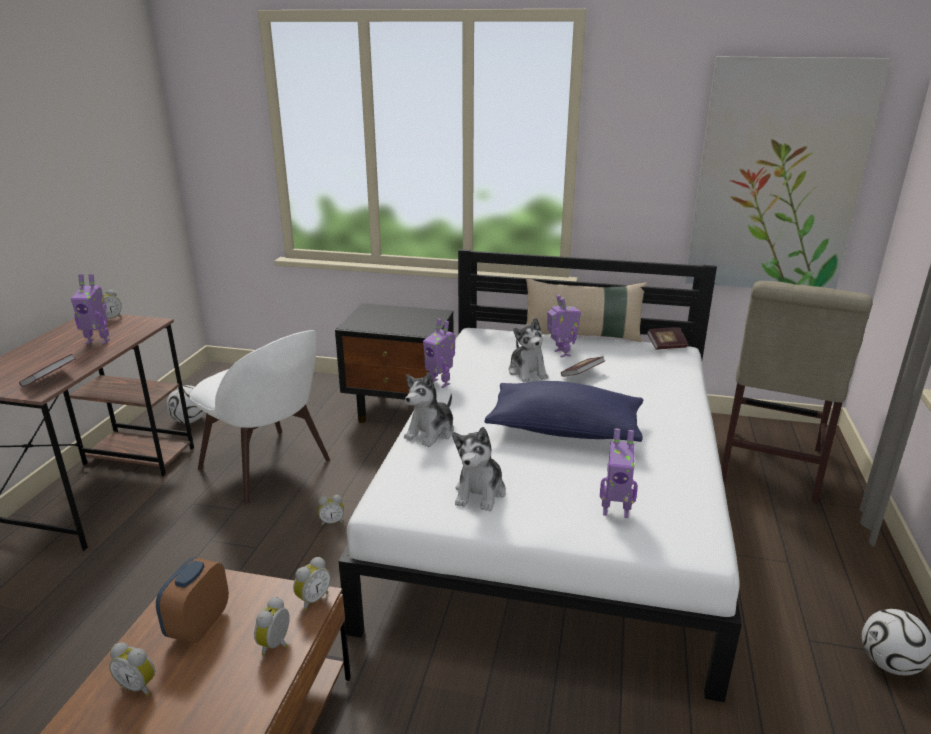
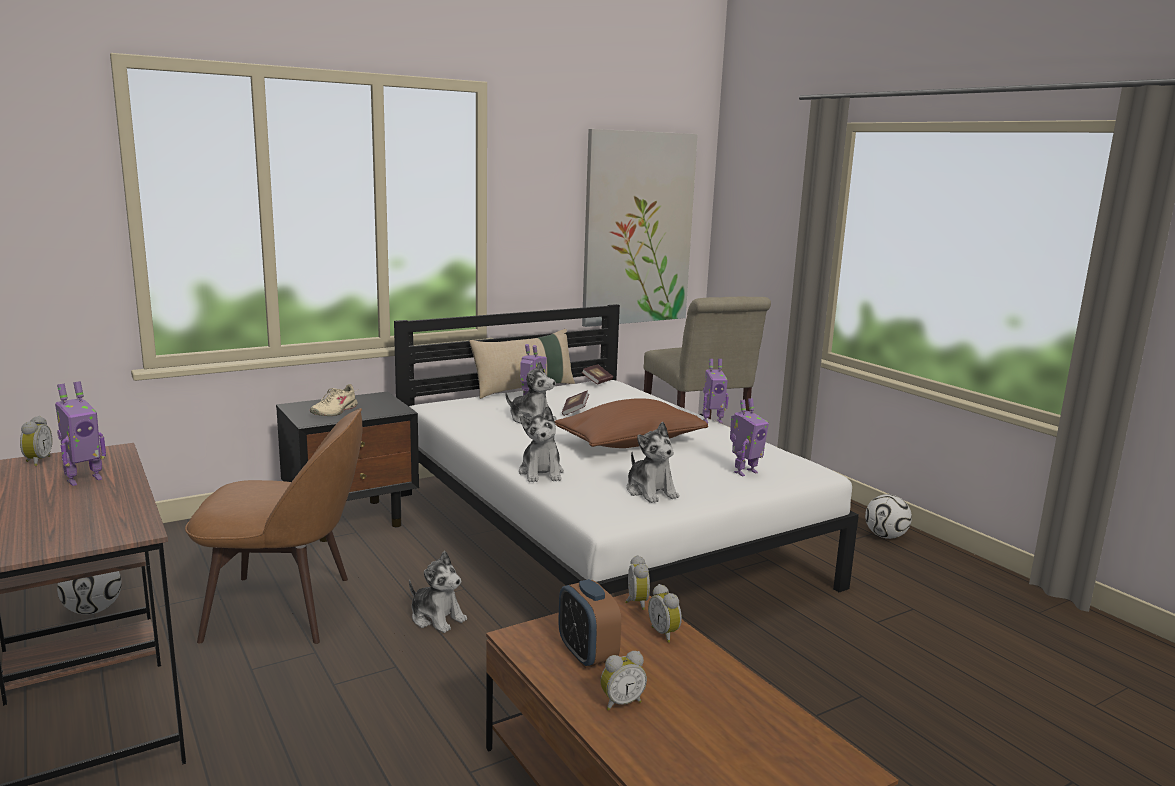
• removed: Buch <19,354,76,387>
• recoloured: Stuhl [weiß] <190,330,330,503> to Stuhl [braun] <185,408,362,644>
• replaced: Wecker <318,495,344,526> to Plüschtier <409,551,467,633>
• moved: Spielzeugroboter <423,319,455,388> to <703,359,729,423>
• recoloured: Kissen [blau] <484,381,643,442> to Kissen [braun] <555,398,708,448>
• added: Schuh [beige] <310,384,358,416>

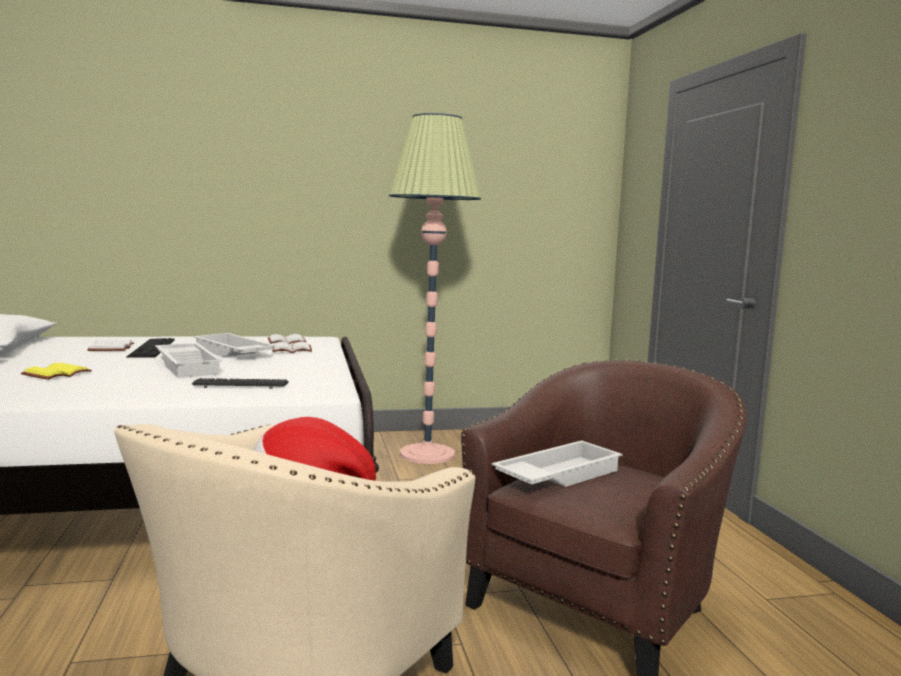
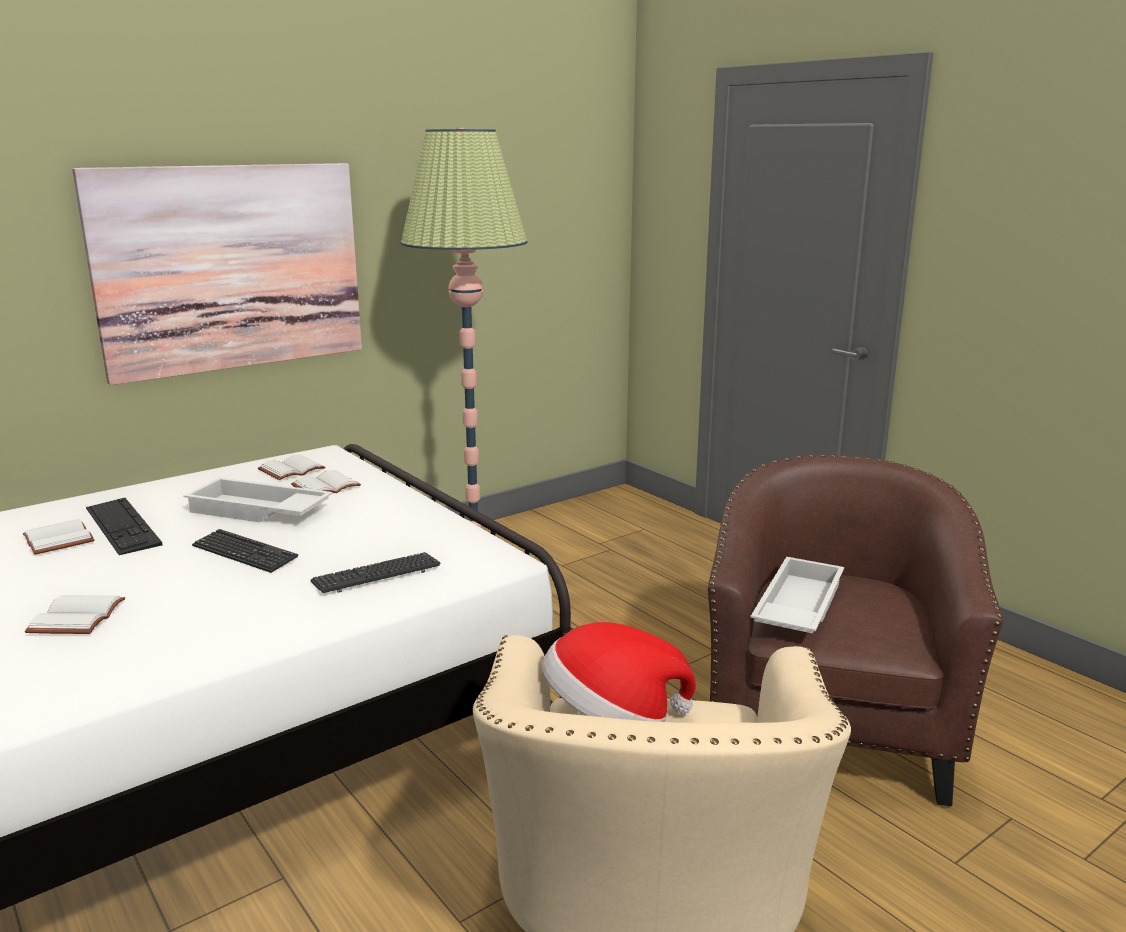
• recoloured: Buch [gelb] <21,363,92,380> to Buch [weiß] <25,595,125,634>
• replaced: Tablett [weiß] <155,343,222,378> to Tastatur <192,529,298,573>
• added: Bild <72,163,362,385>

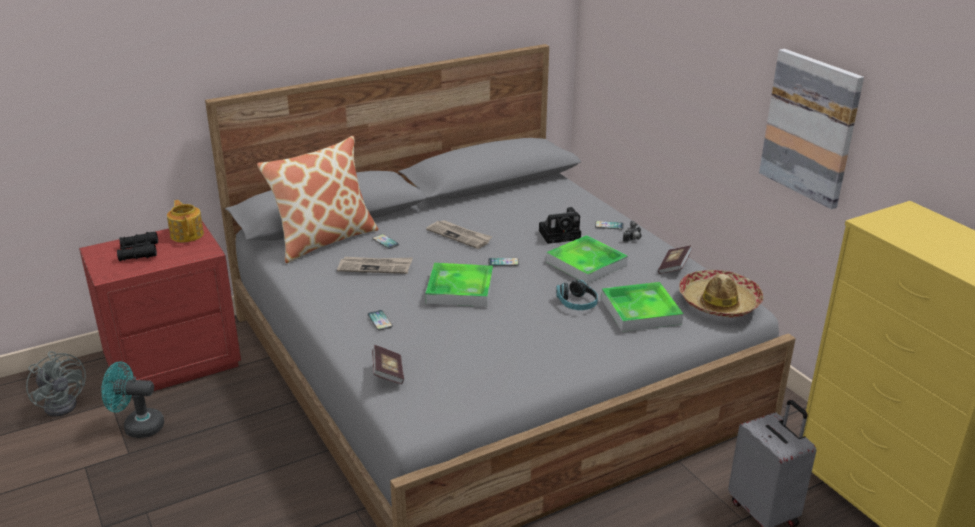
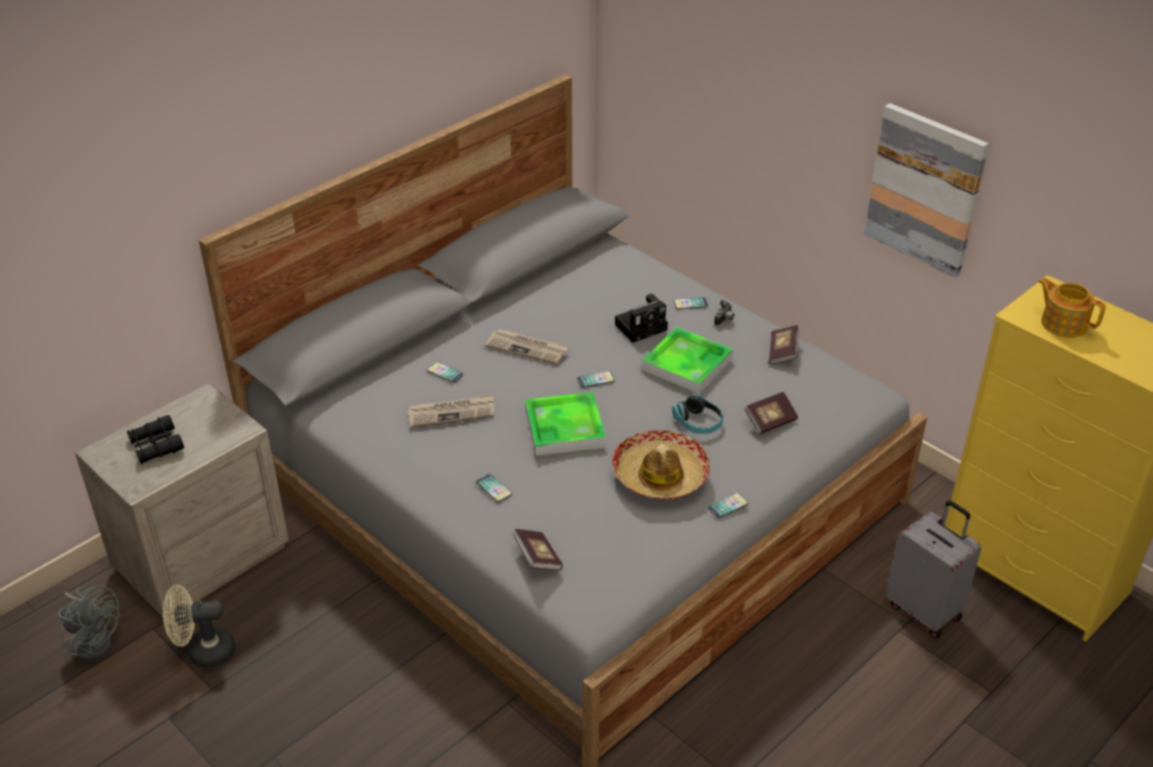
• recoloured: Nachttisch [rot] <79,221,241,400> to Nachttisch [beige] <75,383,289,618>
• recoloured: Ventilator [türkis] <101,361,164,438> to Ventilator [beige] <163,585,235,668>
• moved: Teekanne <167,200,204,242> to <1038,278,1105,338>
• removed: Kissen <257,136,378,263>
• replaced: Tablett <601,282,683,332> to Buch <745,392,798,434>
• moved: Hut <679,270,763,317> to <611,430,711,500>
• added: Handy <708,493,749,518>

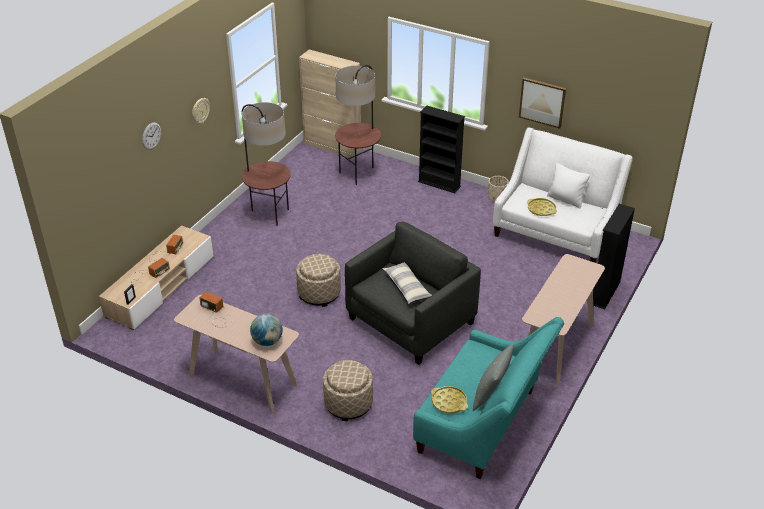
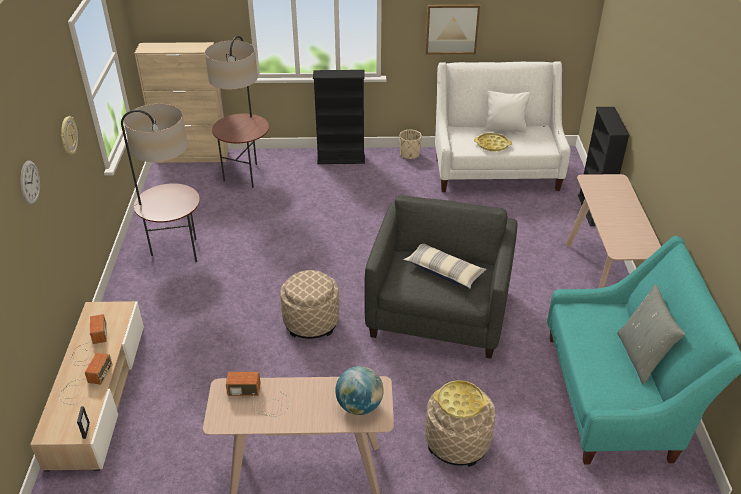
• moved: Tablett [gelb] <431,386,468,414> to <433,380,489,419>

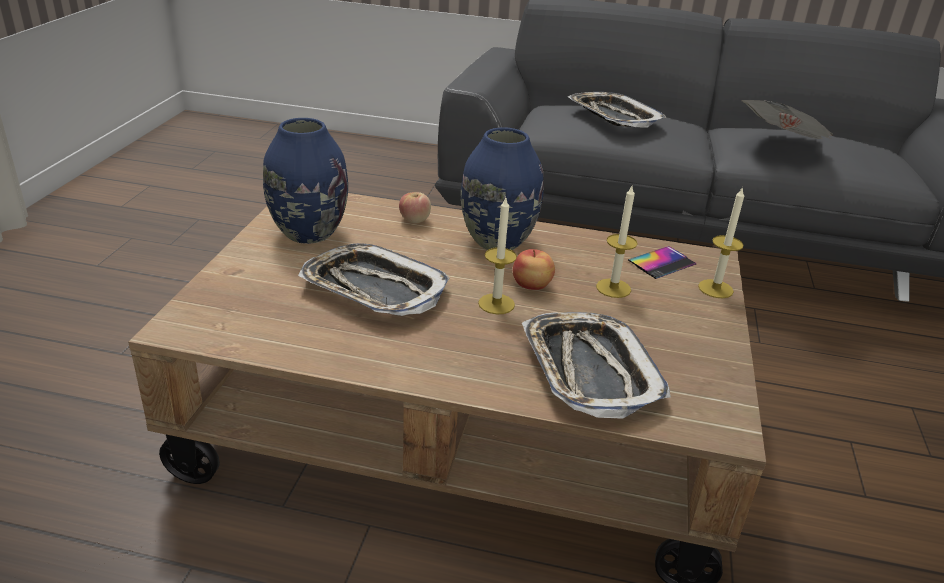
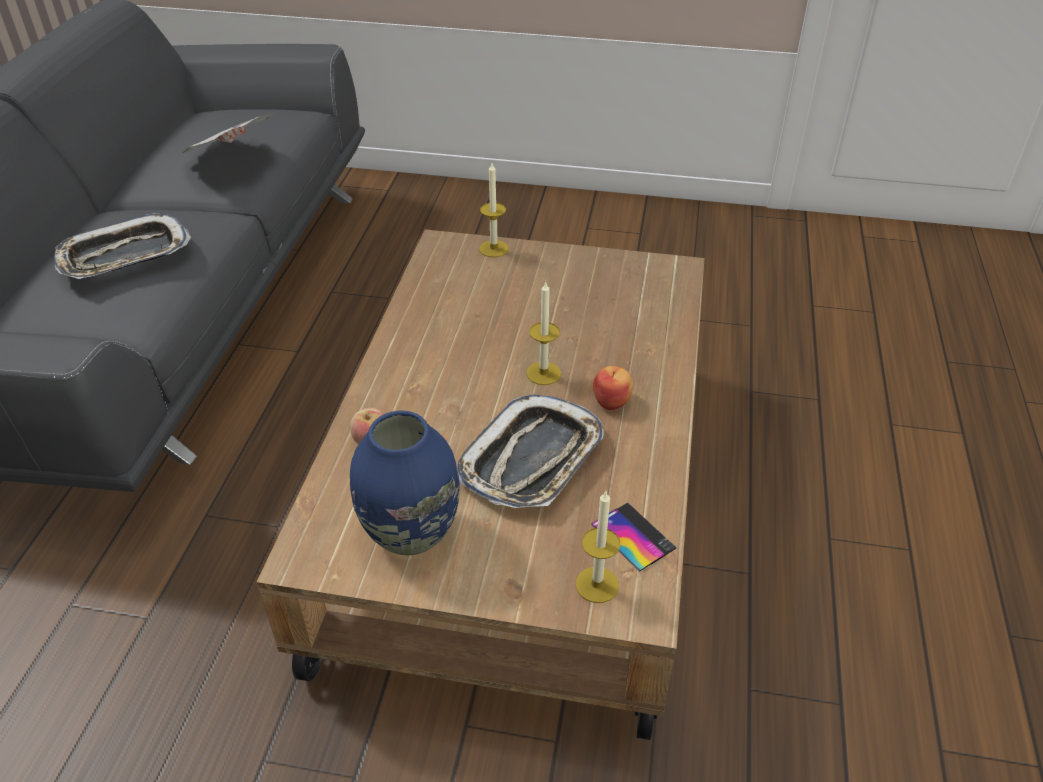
• removed: Vase [blau] <461,127,544,250>
• moved: Apfel <513,249,555,290> to <593,366,633,410>
• removed: Tablett <522,312,671,419>
• moved: Kerze <596,184,637,298> to <576,491,620,603>
• moved: Handy <628,246,696,279> to <591,503,676,572>

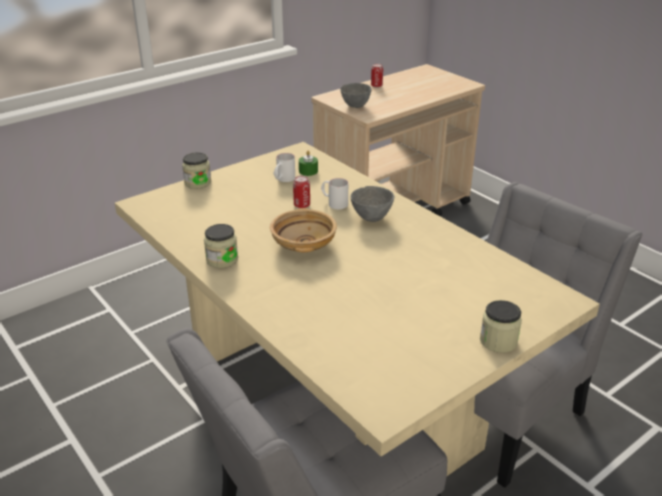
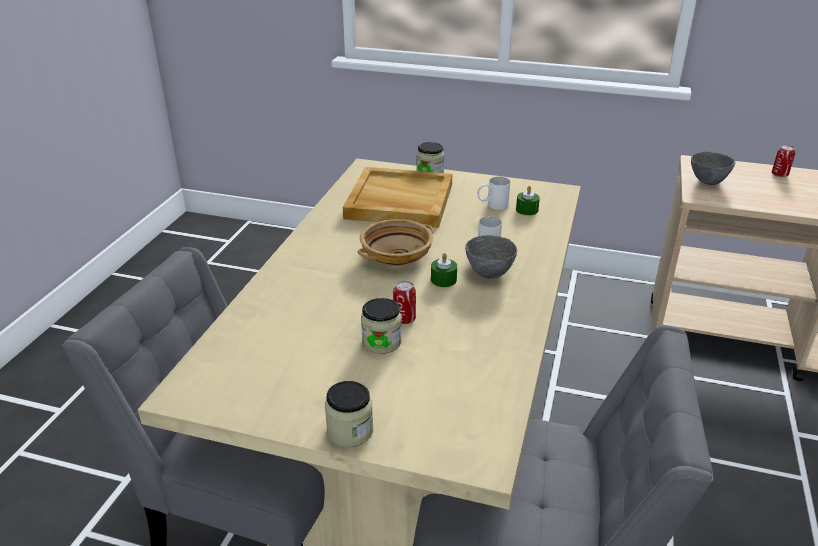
• moved: Vorratsglas <204,224,238,268> to <361,298,402,354>
• moved: Dose <293,176,310,208> to <393,280,416,324>
• added: Tablett [beige] <343,167,452,228>
• added: Kerze [grün] <431,253,457,287>

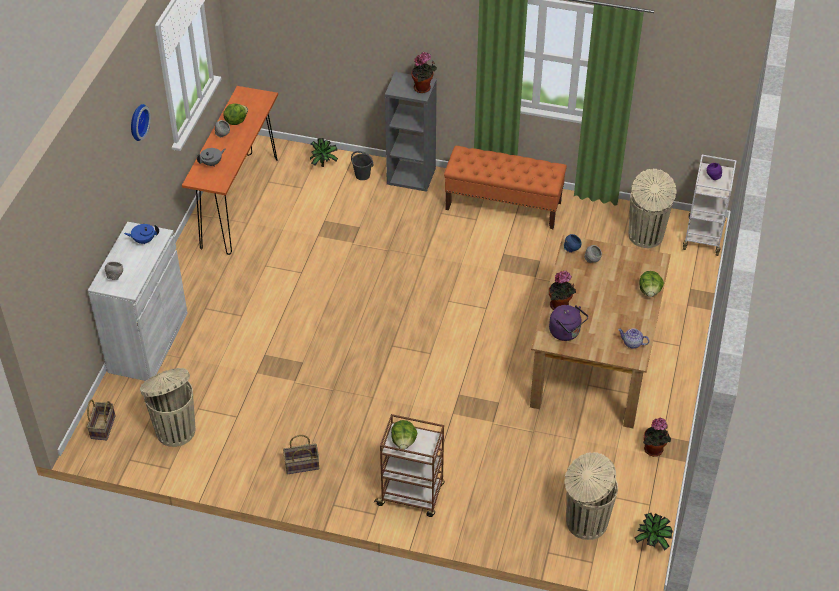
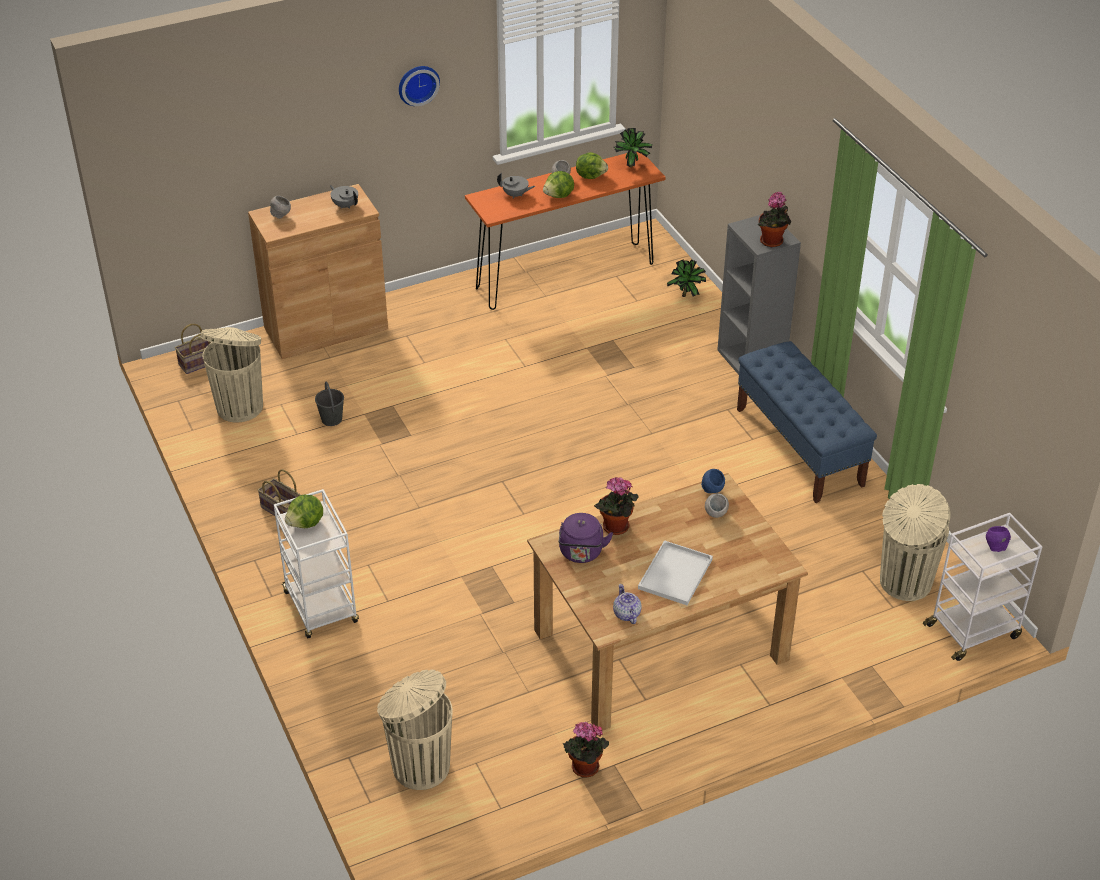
• recoloured: Schrank [weiß] <88,222,188,381> to Schrank [braun] <248,184,388,359>
• recoloured: Teekanne [blau] <124,224,159,245> to Teekanne [grau] <330,185,358,209>
• moved: Eimer [grau] <351,151,373,180> to <315,382,344,426>
• recoloured: Rollwagen [braun] <374,414,445,517> to Rollwagen [weiß] <274,489,359,639>
• recoloured: Bank [orange] <444,146,567,229> to Bank [blau] <737,341,877,503>
• moved: Topfpflanze <634,513,673,550> to <613,128,652,167>
• moved: Salatkopf <640,271,664,297> to <543,171,574,198>
• added: Tablett [weiß] <638,540,713,605>

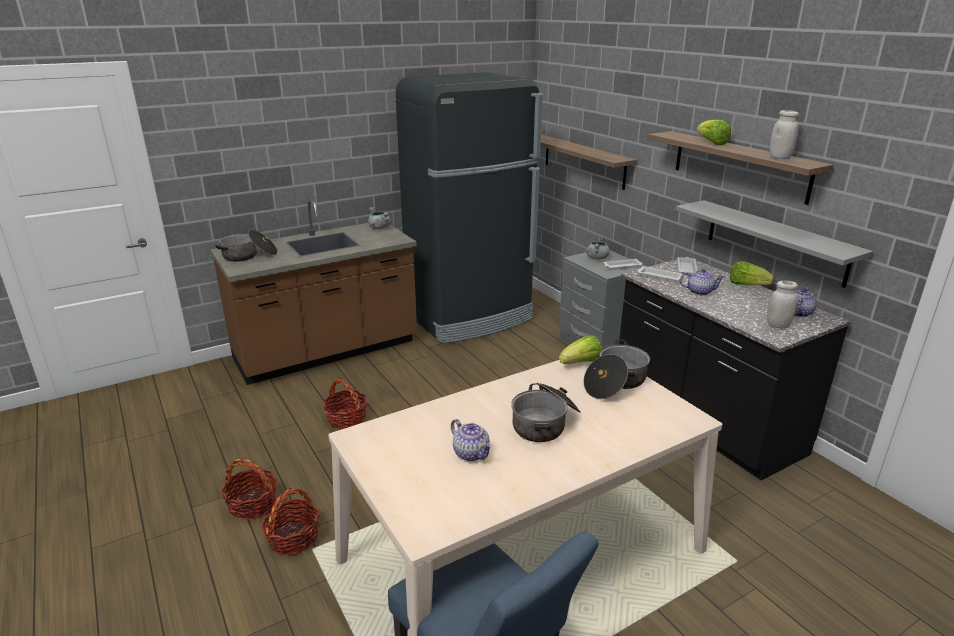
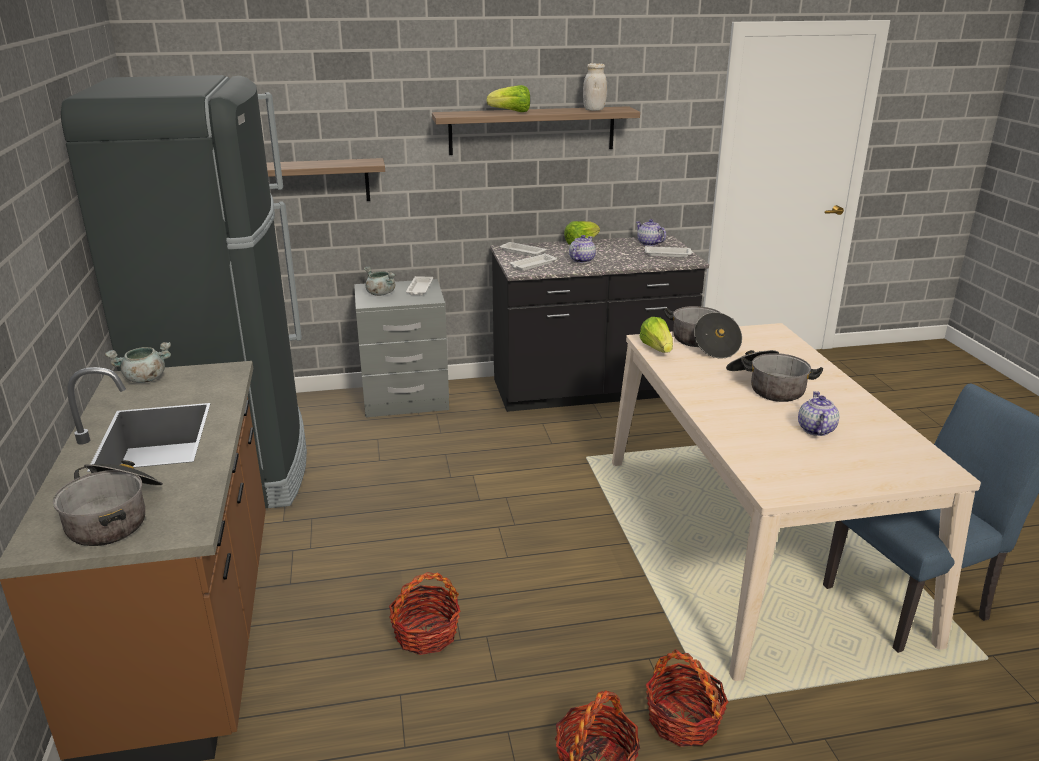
• turned: Teekanne <451,419,493,461> = <798,391,839,436> 60 degrees counterclockwise
• removed: Wandregal [grau] <675,200,873,288>
• replaced: Vorratsglas [weiß] <767,281,798,329> to Tablett [weiß] <645,246,693,257>

